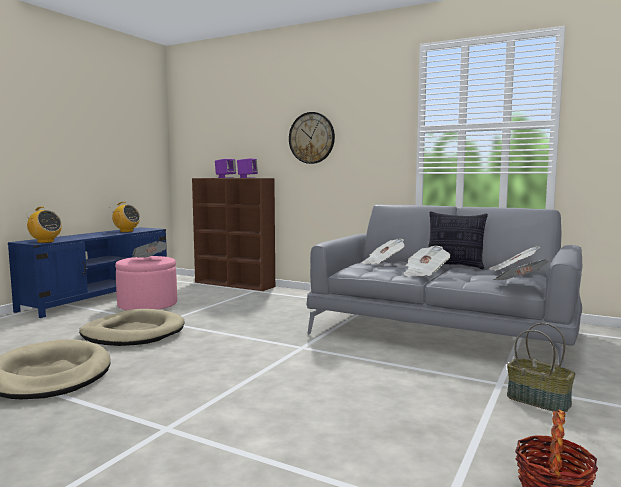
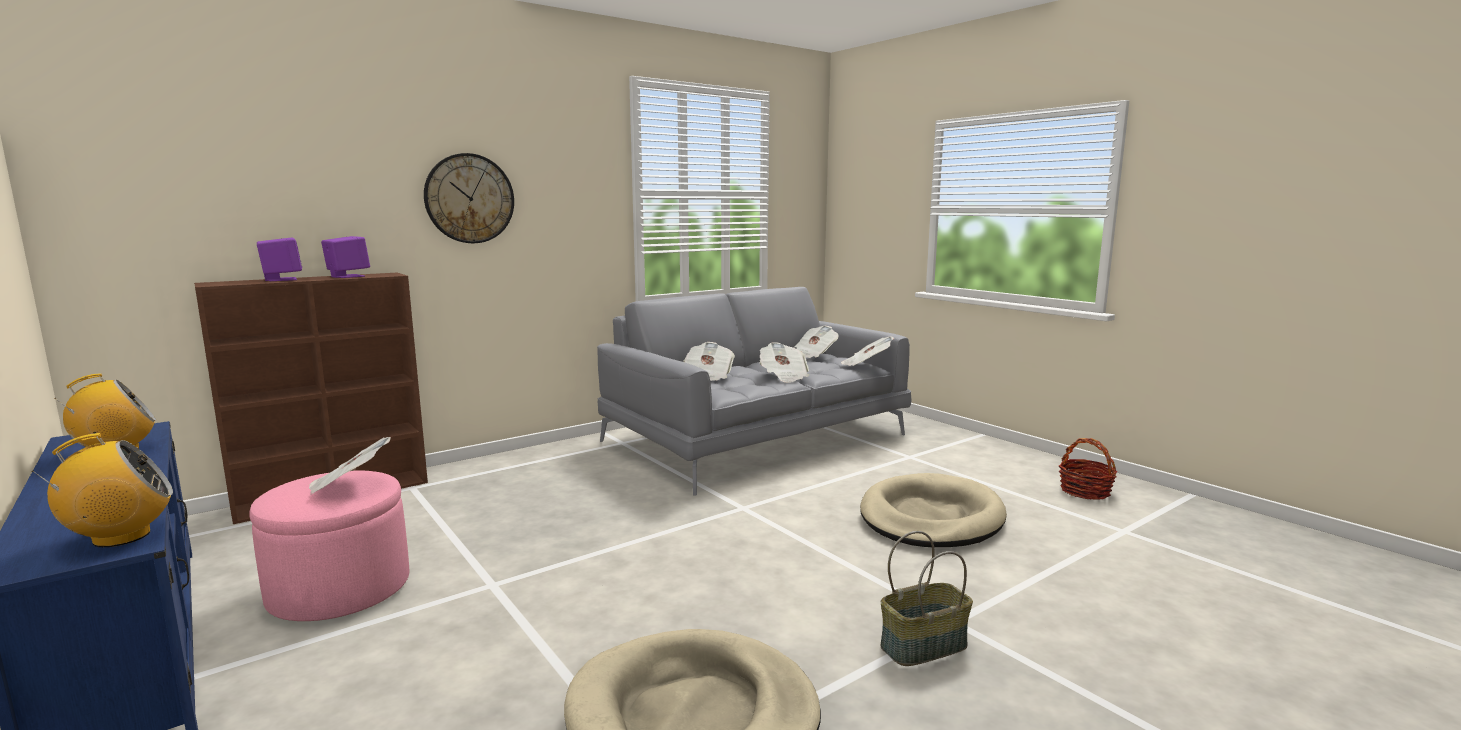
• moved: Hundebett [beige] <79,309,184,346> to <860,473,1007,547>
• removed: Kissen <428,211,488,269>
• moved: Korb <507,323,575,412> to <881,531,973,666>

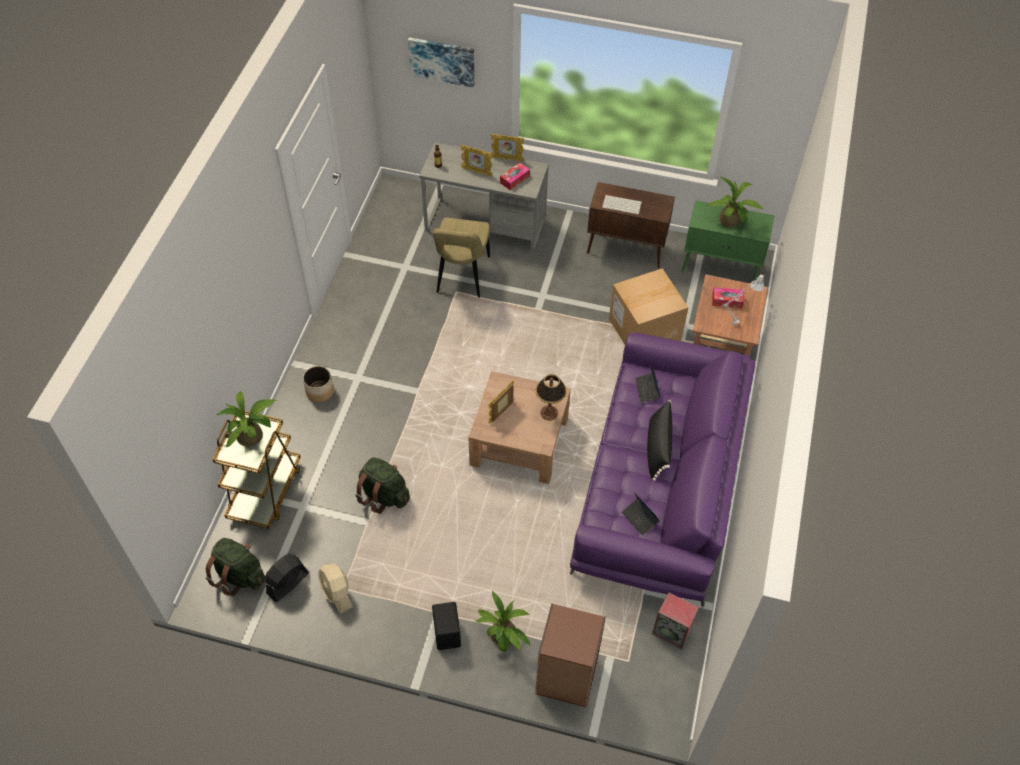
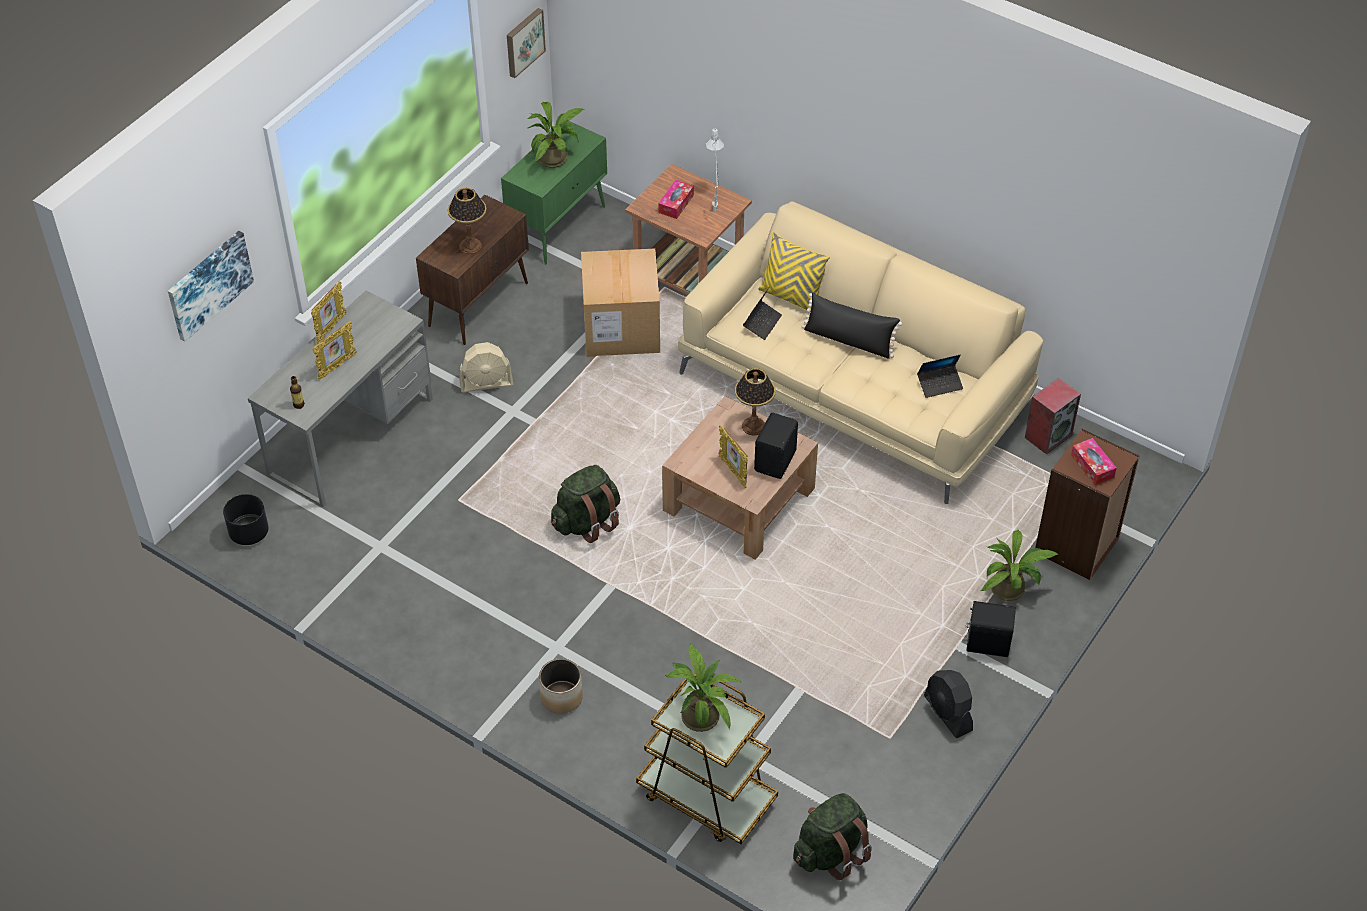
• moved: Ventilator [schwarz] <264,553,309,602> to <924,670,973,738>
• moved: Ventilator [beige] <318,564,353,614> to <459,342,514,392>
• moved: Rucksack [grün] <355,457,410,514> to <551,465,620,543>
• removed: Stuhl [beige] <433,217,490,298>
• moved: Taschentuchbox <500,162,530,190> to <1071,438,1117,485>
• recoloured: Sofa [lila] <570,332,755,607> to Sofa [beige] <678,201,1043,504>
• replaced: Tastatur <602,195,642,214> to Tischlampe <447,188,487,254>
• turned: Laptop <635,362,661,403> = <743,286,782,340> 75 degrees counterclockwise
• added: Pflanzkübel [schwarz] <223,494,269,545>
• added: Bild <507,8,546,78>
• added: Lautsprecher [schwarz] <754,413,798,479>
• added: Kissen [gelb] <758,232,830,310>

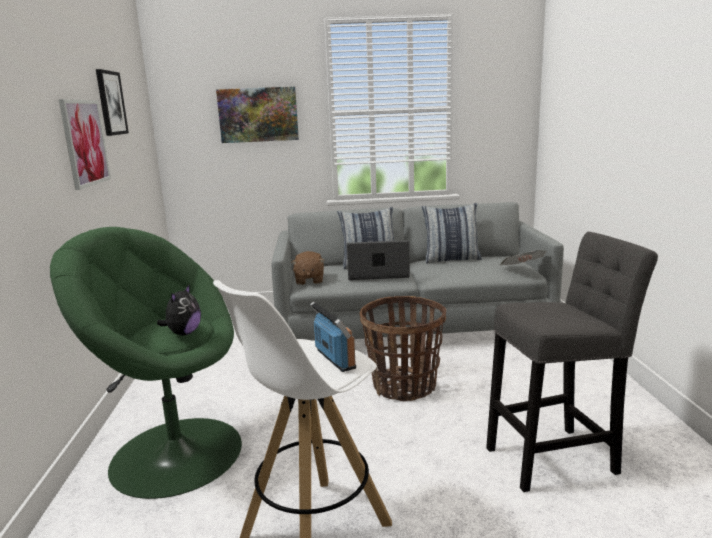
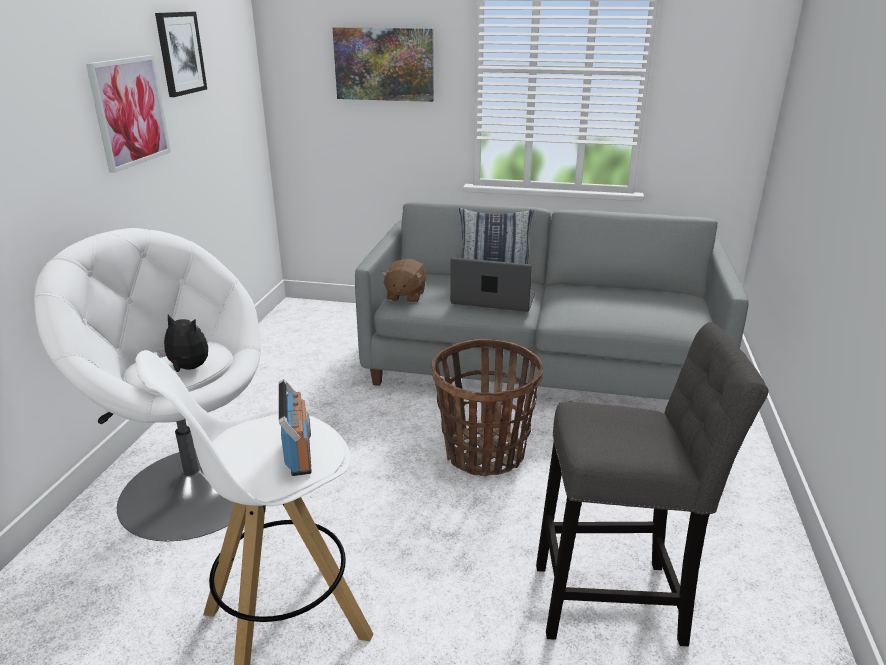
• recoloured: Sessel [grün] <50,227,242,499> to Sessel [weiß] <34,228,261,541>
• turned: Plüschtier <157,284,201,335> = <156,315,208,372> 105 degrees counterclockwise
• removed: Kissen <422,203,482,263>
• removed: Zeitung <500,250,547,265>

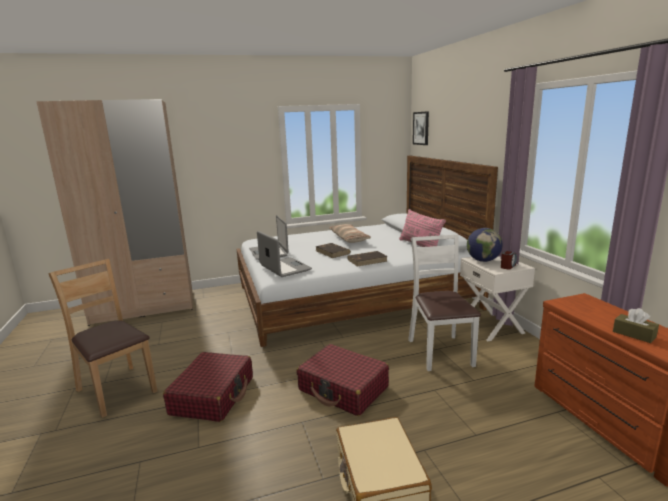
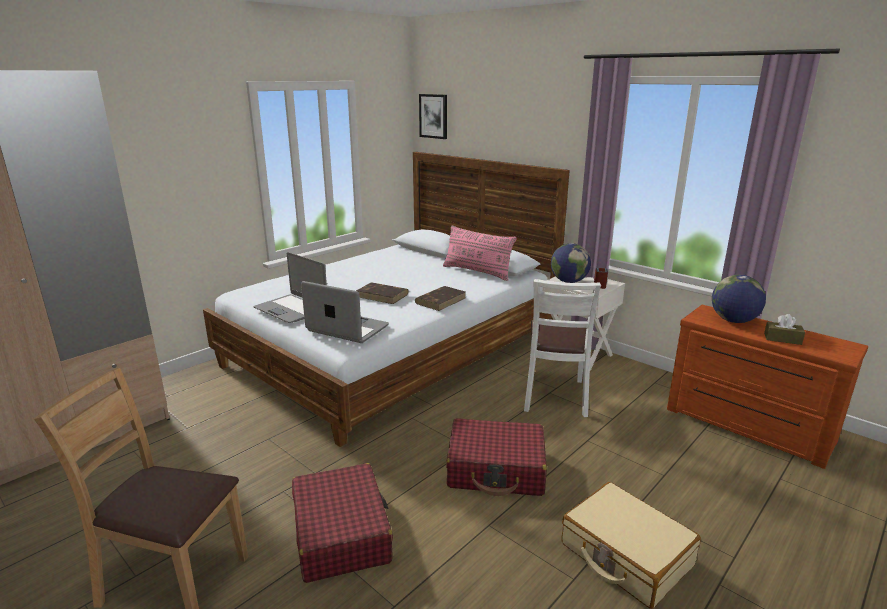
• removed: Kissen <329,224,371,243>
• turned: Stuhl [weiß] <408,235,481,371> = <524,279,601,417> 135 degrees counterclockwise
• added: Globus <712,275,766,323>

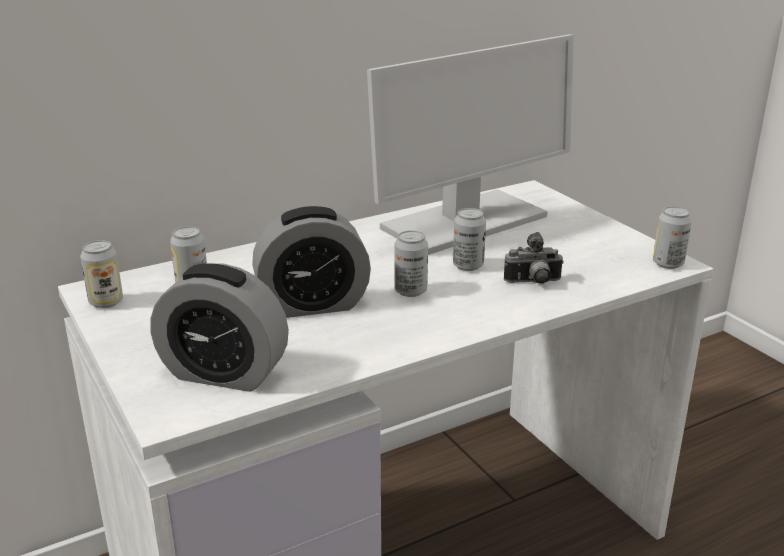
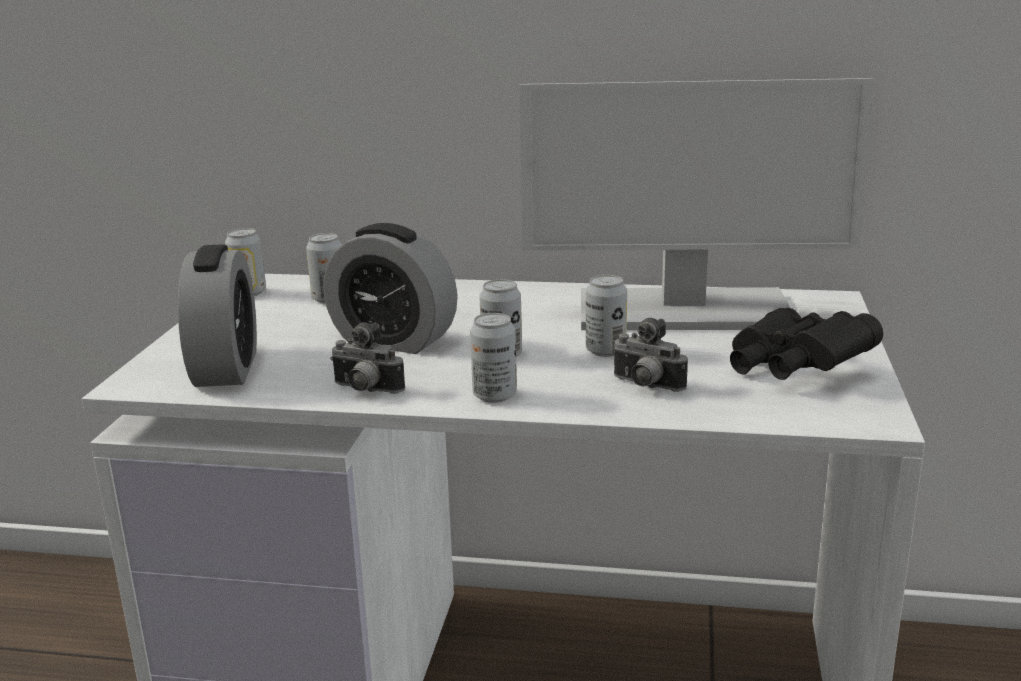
• turned: Wecker <151,263,289,392> = <178,244,257,387> 150 degrees counterclockwise
• moved: Dose <653,206,692,269> to <470,313,517,403>
• added: Kamera <330,322,405,394>
• added: Fernglas [schwarz] <730,308,883,380>

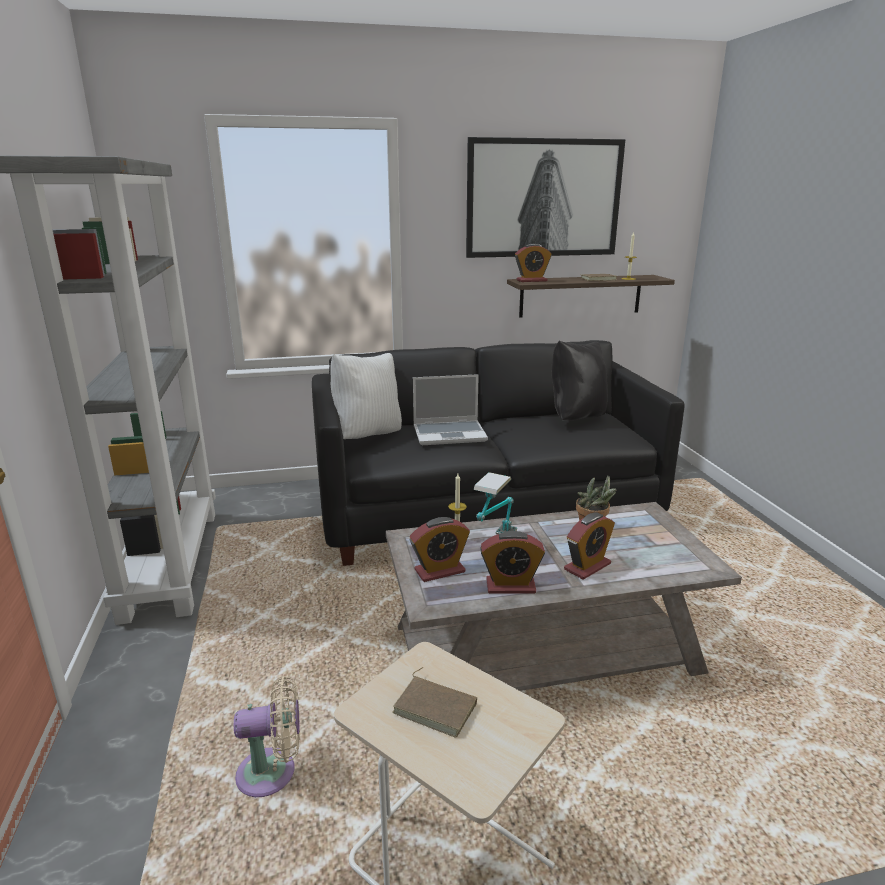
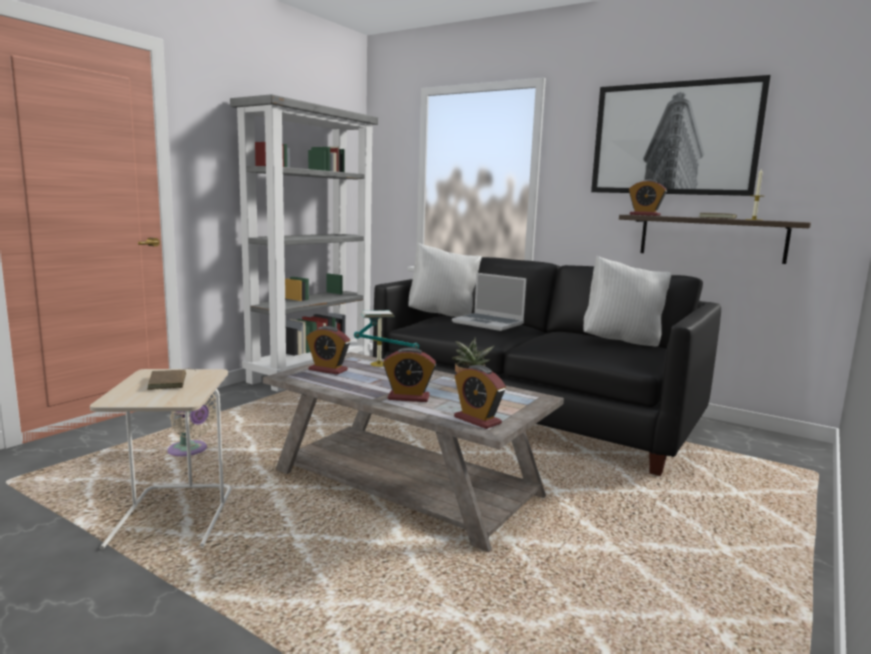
• moved: Wecker <480,531,545,594> to <454,365,506,429>
• recoloured: Kissen [schwarz] <551,341,608,421> to Kissen [weiß] <584,256,671,346>

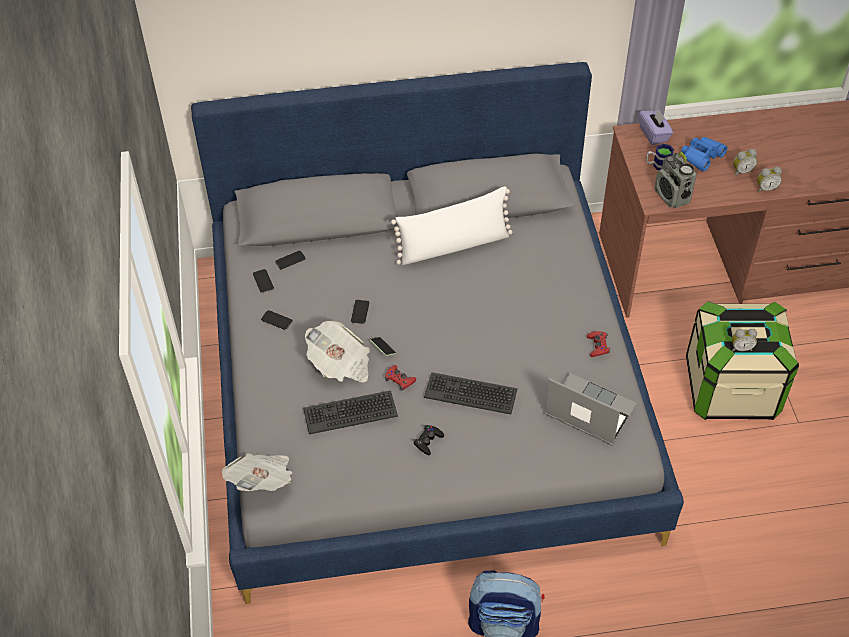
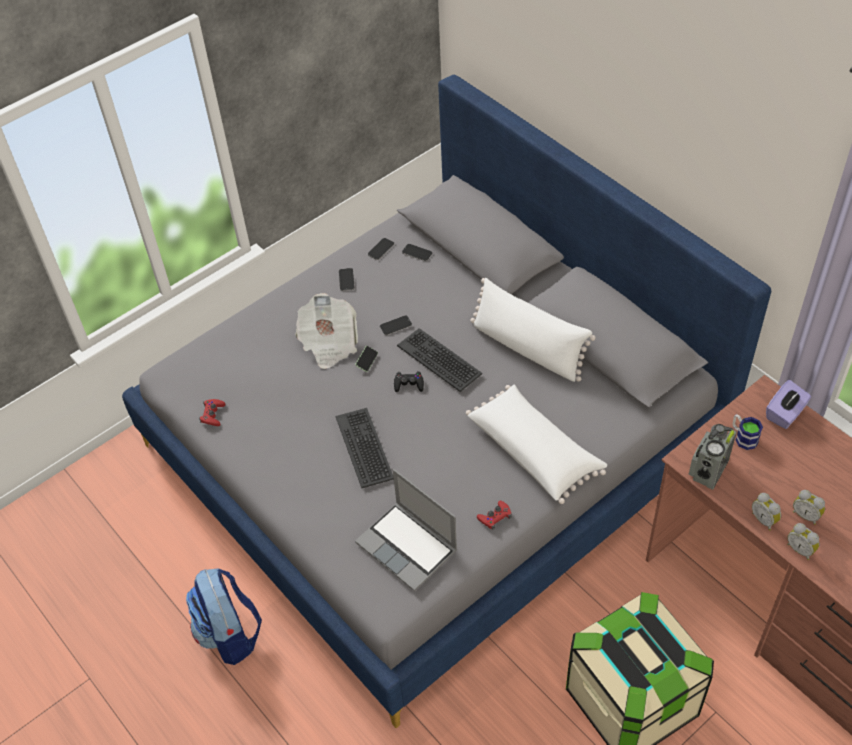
• removed: Zeitung <222,453,293,491>
• moved: Tastatur <303,390,398,434> to <397,328,482,392>
• moved: Gamepad [rot] <385,365,416,391> to <199,399,225,426>
• moved: Gamepad [schwarz] <413,425,444,455> to <394,371,424,392>
• turned: Laptop <545,373,637,446> = <355,469,457,591> 135 degrees clockwise
• removed: Fernglas [blau] <681,137,727,171>
• moved: Wecker <732,329,757,352> to <752,493,781,531>
• added: Kissen [weiß] <466,385,607,504>

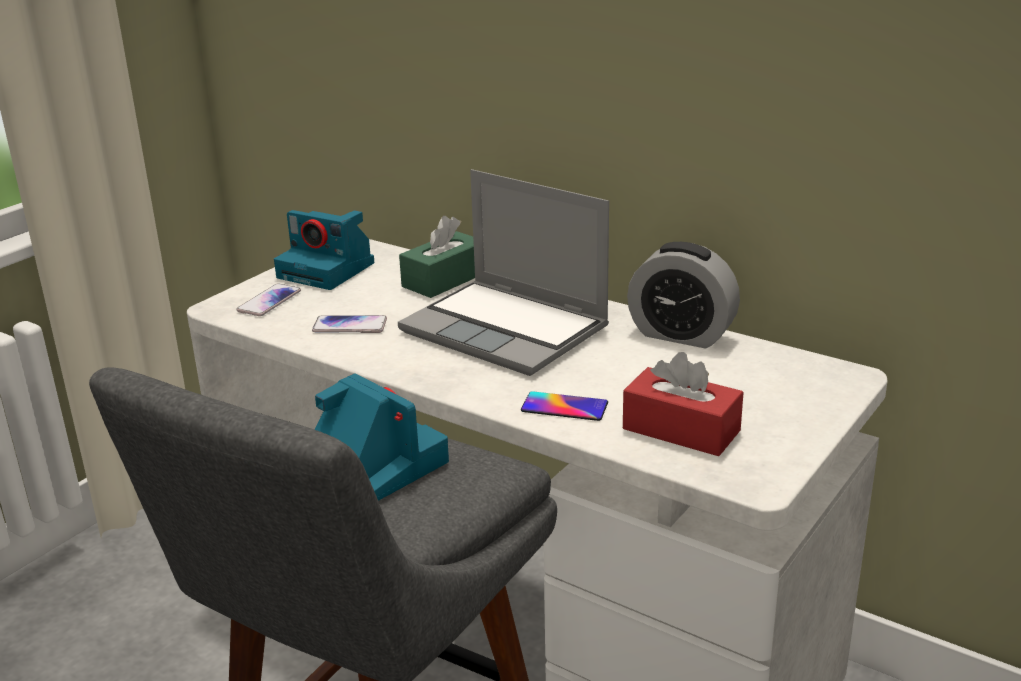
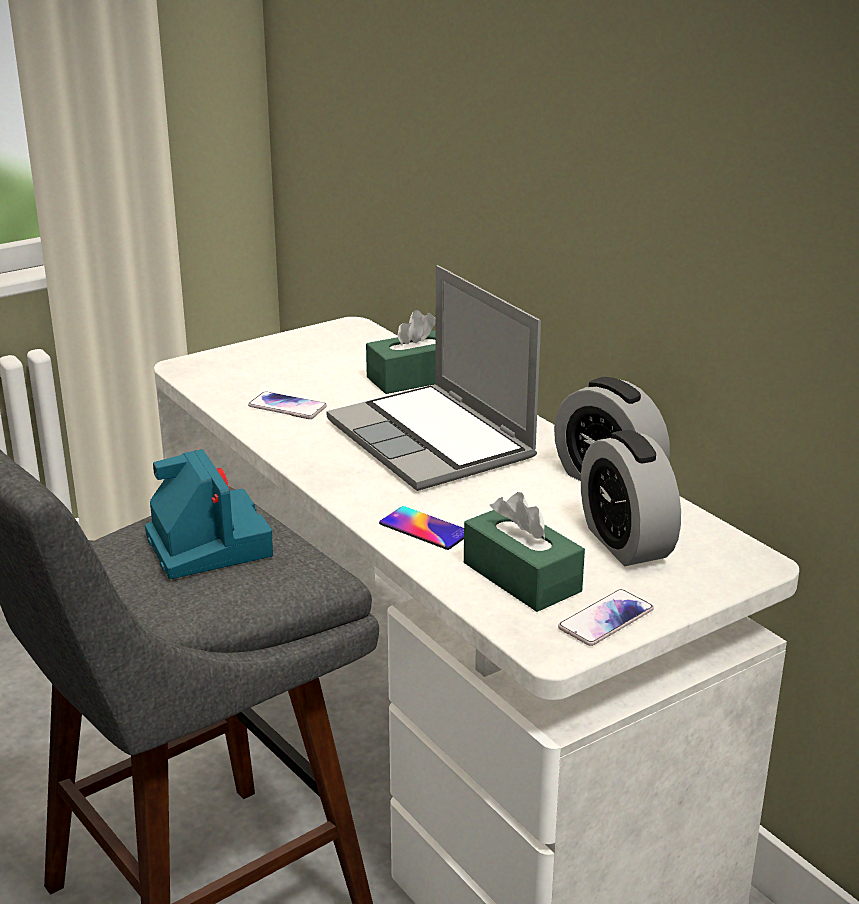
• moved: Handy <236,284,301,316> to <558,589,654,646>
• removed: Kamera <274,210,374,290>
• recoloured: Taschentuchbox [rot] <623,352,744,456> to Taschentuchbox [grün] <464,492,585,612>
• added: Wecker <581,430,681,566>

